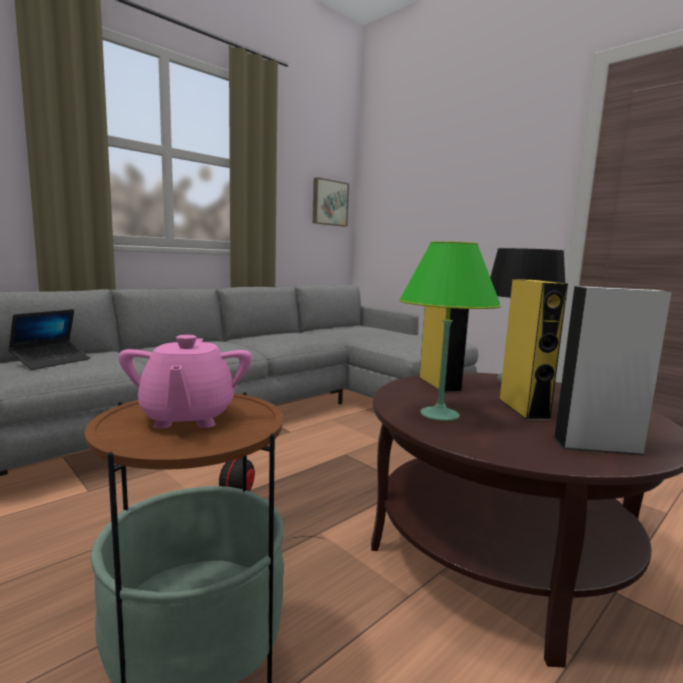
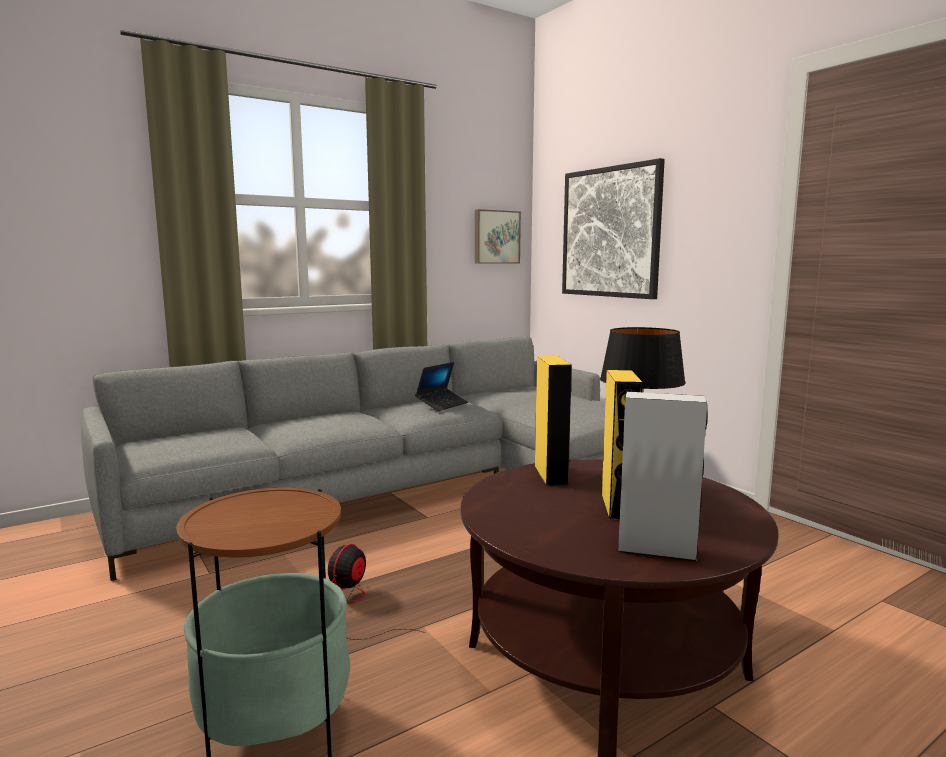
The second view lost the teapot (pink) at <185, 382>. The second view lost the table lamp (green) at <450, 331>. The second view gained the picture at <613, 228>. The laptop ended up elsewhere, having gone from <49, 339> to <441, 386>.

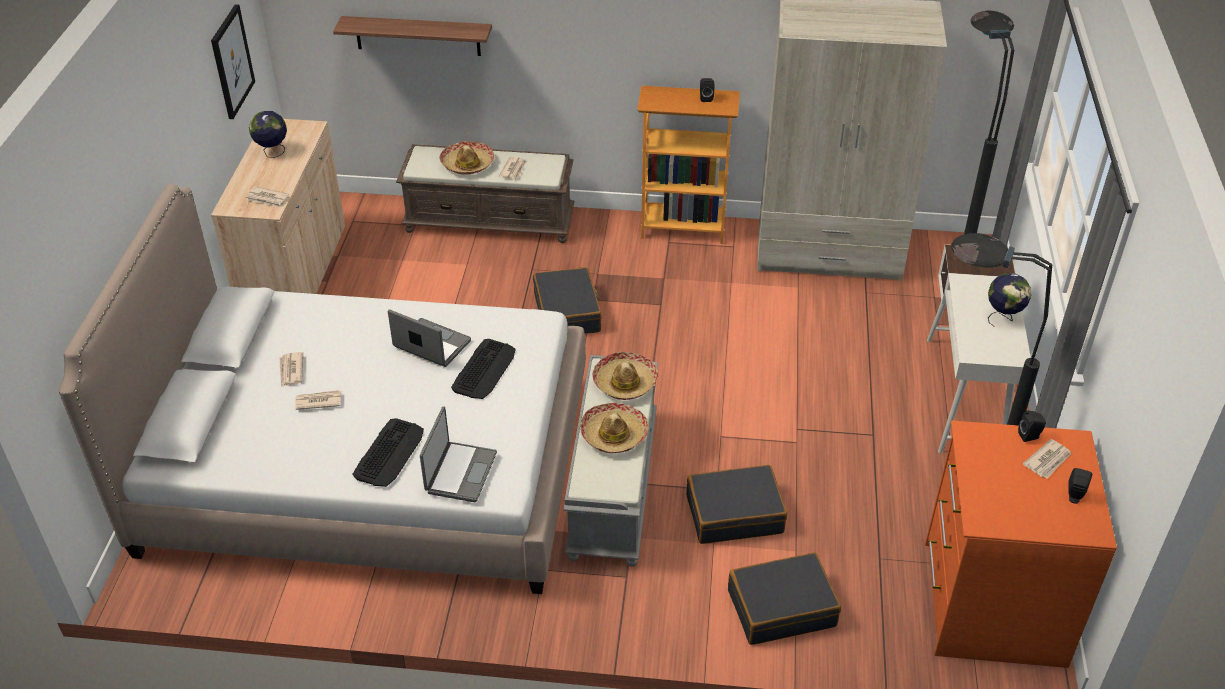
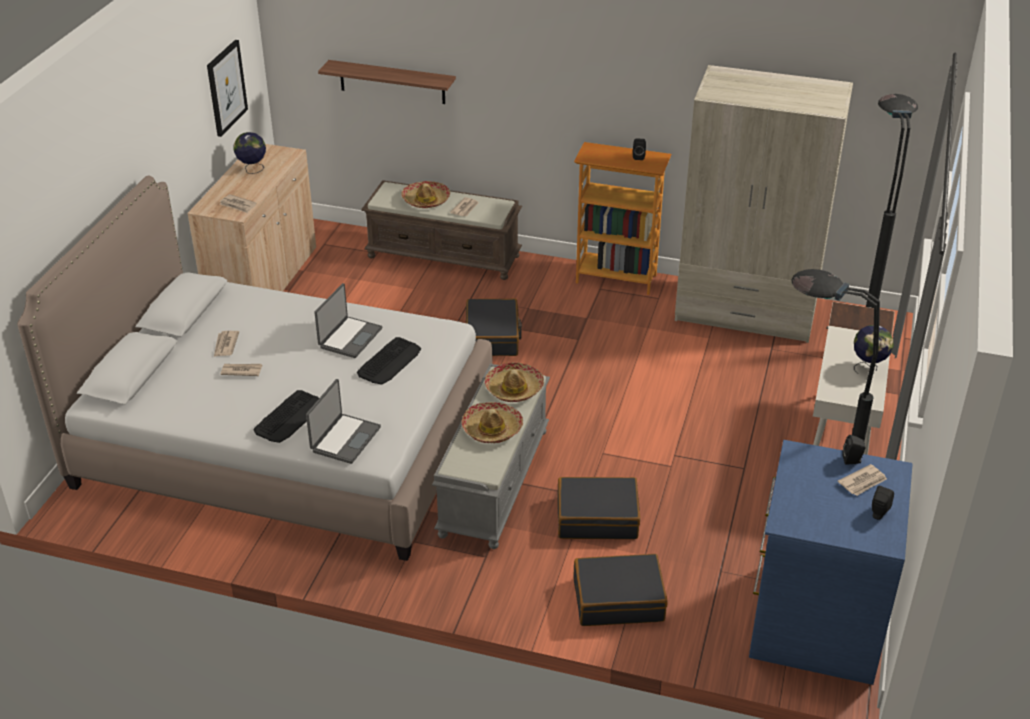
What was the dresser (orange) at <1021, 544> turned into the dresser (blue) at <831, 562>. The laptop at <429, 338> ended up facing another way, 75 degrees clockwise from before.

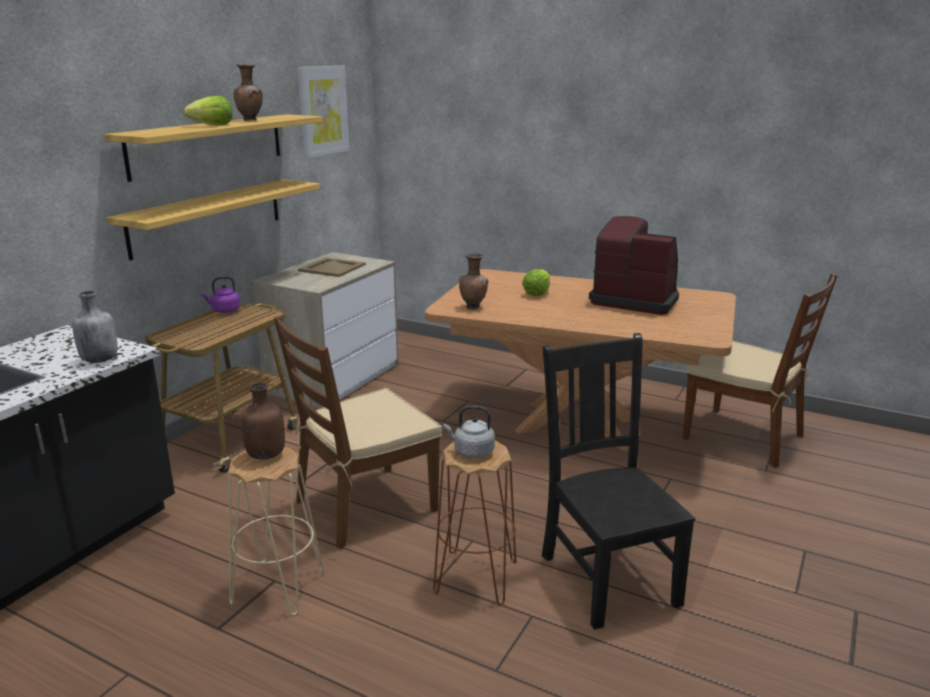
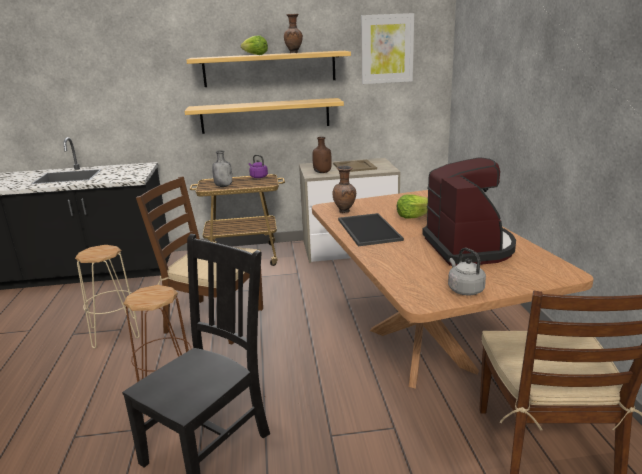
The second view gained the tray at <371, 229>. The bottle (grey) ended up elsewhere, having gone from <95, 327> to <222, 168>. The bottle (brown) ended up elsewhere, having gone from <263, 421> to <322, 155>. The kettle (grey) ended up elsewhere, having gone from <469, 432> to <467, 271>.

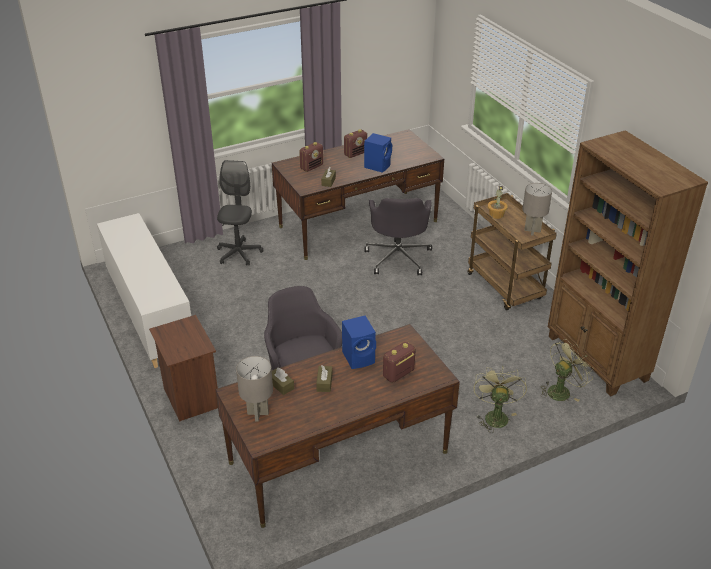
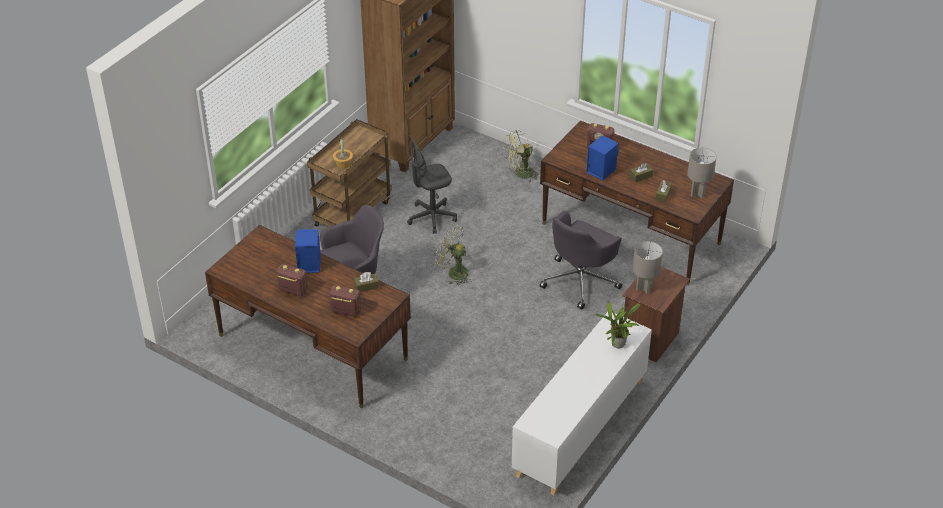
The second view gained the potted plant at <618, 324>. The office chair (grey) ended up elsewhere, having gone from <240, 212> to <432, 184>. The table lamp (grey) ended up elsewhere, having gone from <537, 209> to <648, 267>. The fan (green) ended up elsewhere, having gone from <567, 371> to <453, 254>.

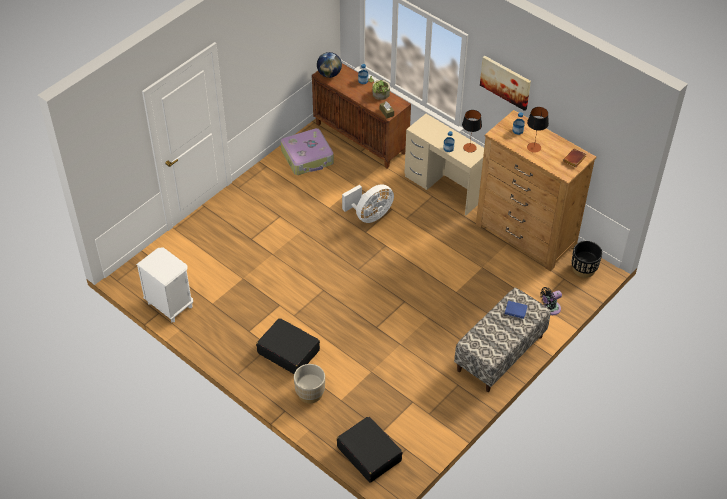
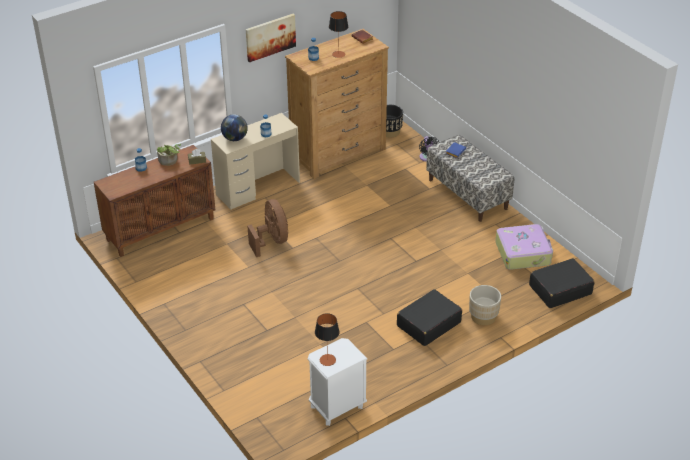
The suitcase ended up elsewhere, having gone from <307, 151> to <524, 247>. The globe ended up elsewhere, having gone from <329, 65> to <234, 127>. The table lamp ended up elsewhere, having gone from <472, 131> to <327, 339>. What was the fan (white) at <368, 203> turned into the fan (brown) at <268, 228>.

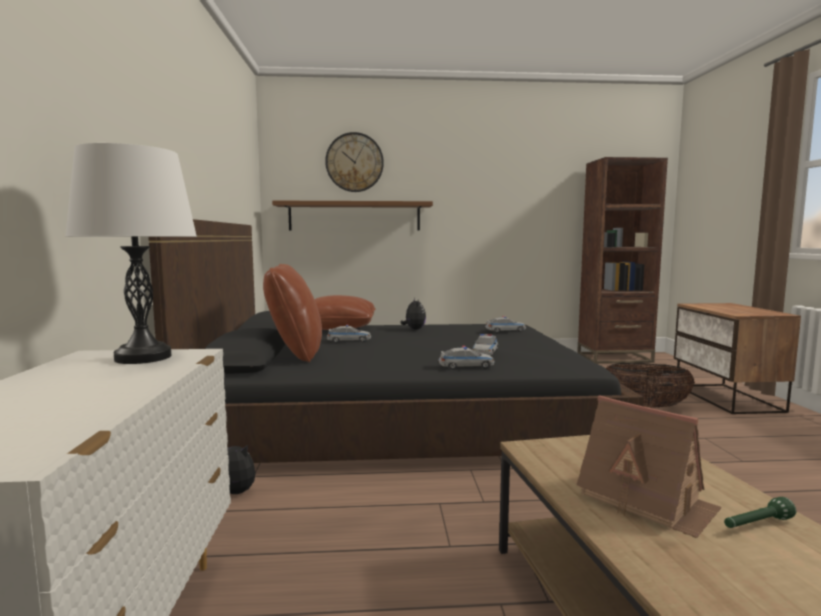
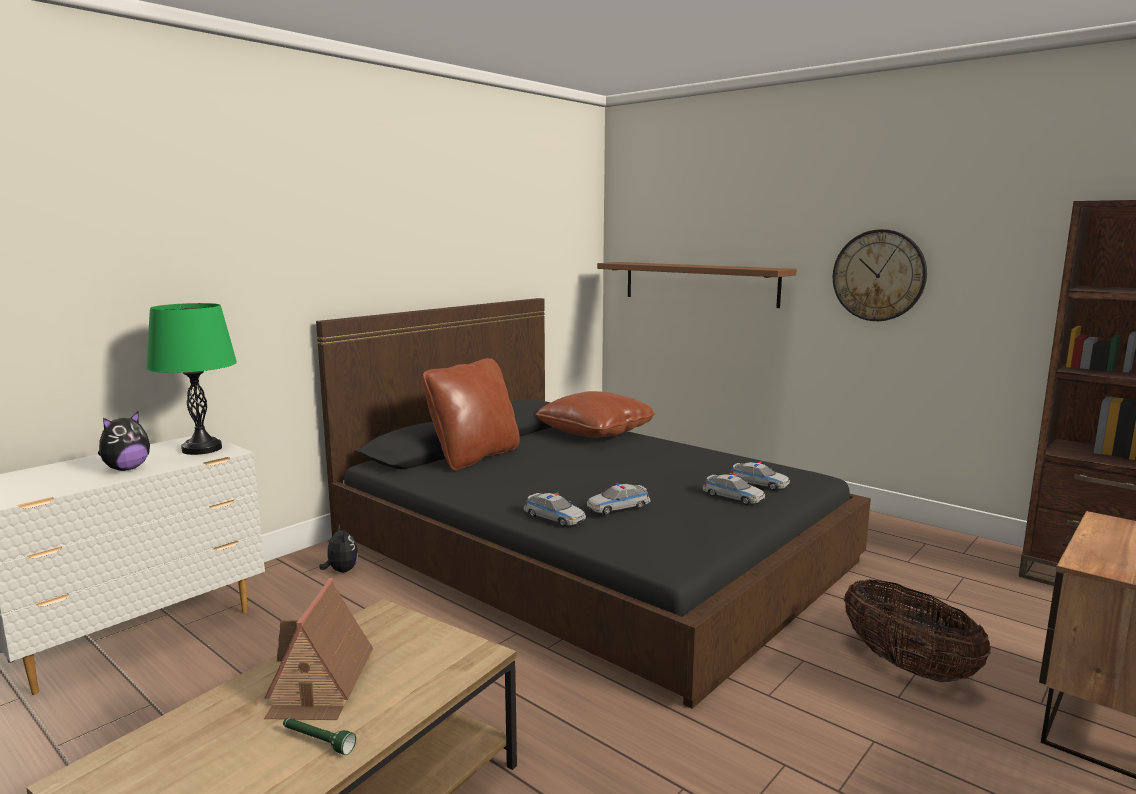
The wall clock ended up elsewhere, having gone from <354, 162> to <880, 275>. The toy car ended up elsewhere, having gone from <349, 333> to <734, 489>. The plush toy ended up elsewhere, having gone from <413, 313> to <124, 441>. What was the table lamp (white) at <131, 253> turned into the table lamp (green) at <191, 379>.

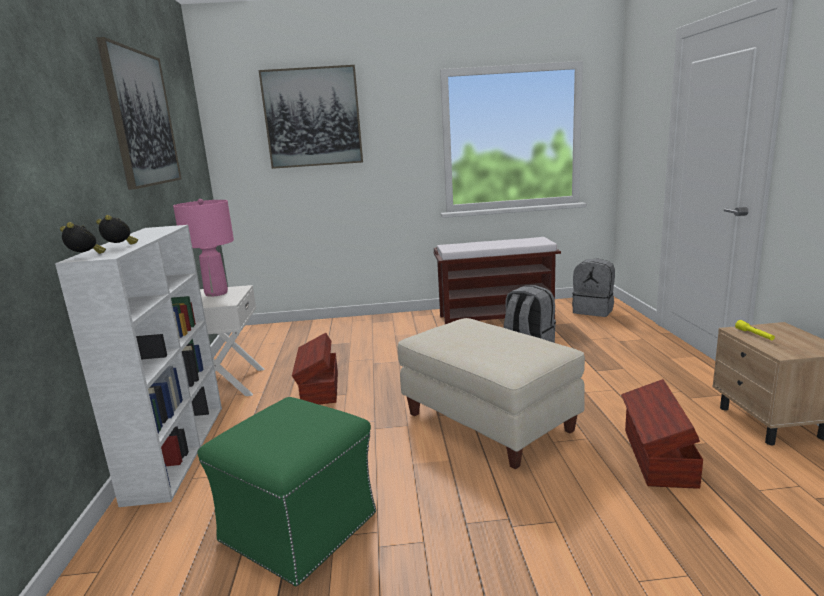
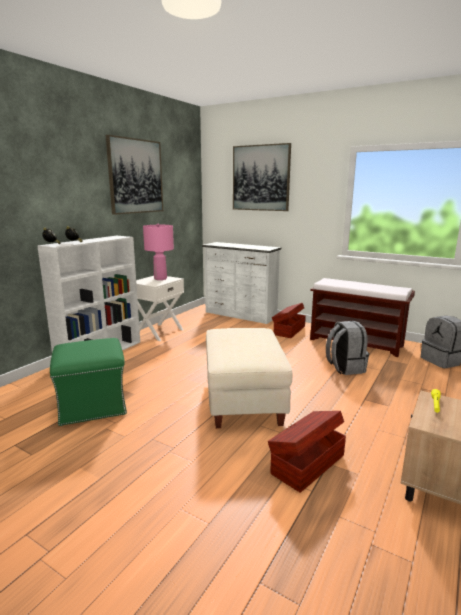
The second view gained the dresser (white) at <241, 283>. The storage box (brown) ended up elsewhere, having gone from <315, 369> to <289, 320>.

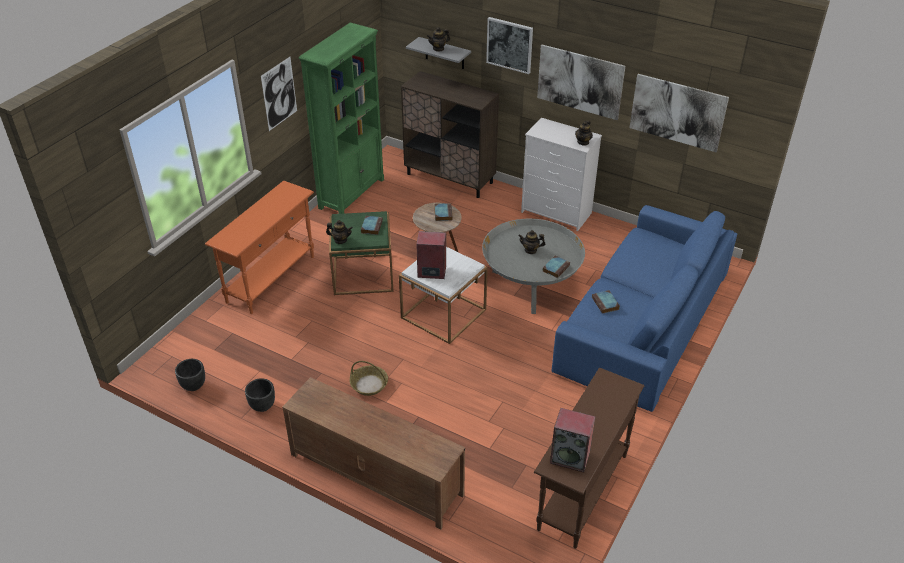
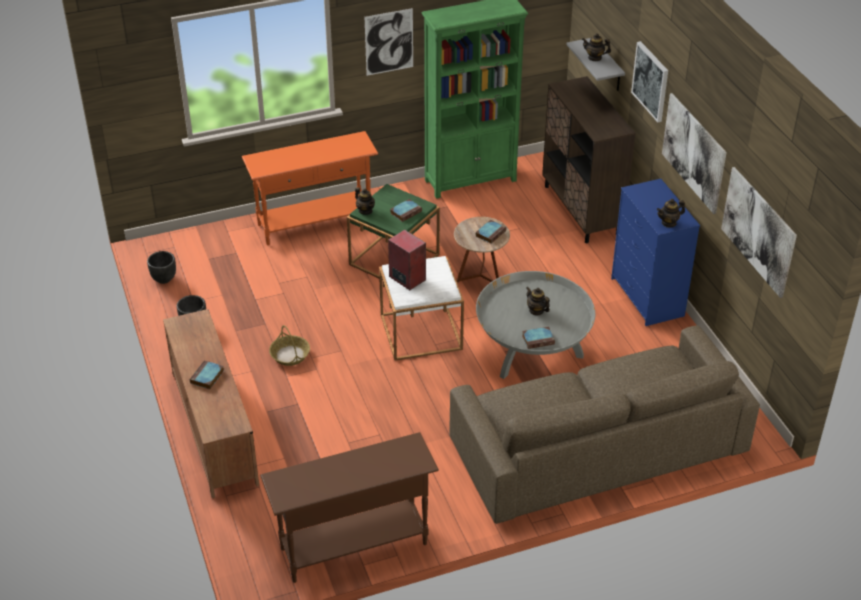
The second view lost the speaker at <572, 440>. The book ended up elsewhere, having gone from <606, 302> to <207, 375>. What was the dresser (white) at <561, 174> turned into the dresser (blue) at <655, 252>. What was the sofa (blue) at <644, 308> turned into the sofa (brown) at <604, 425>.

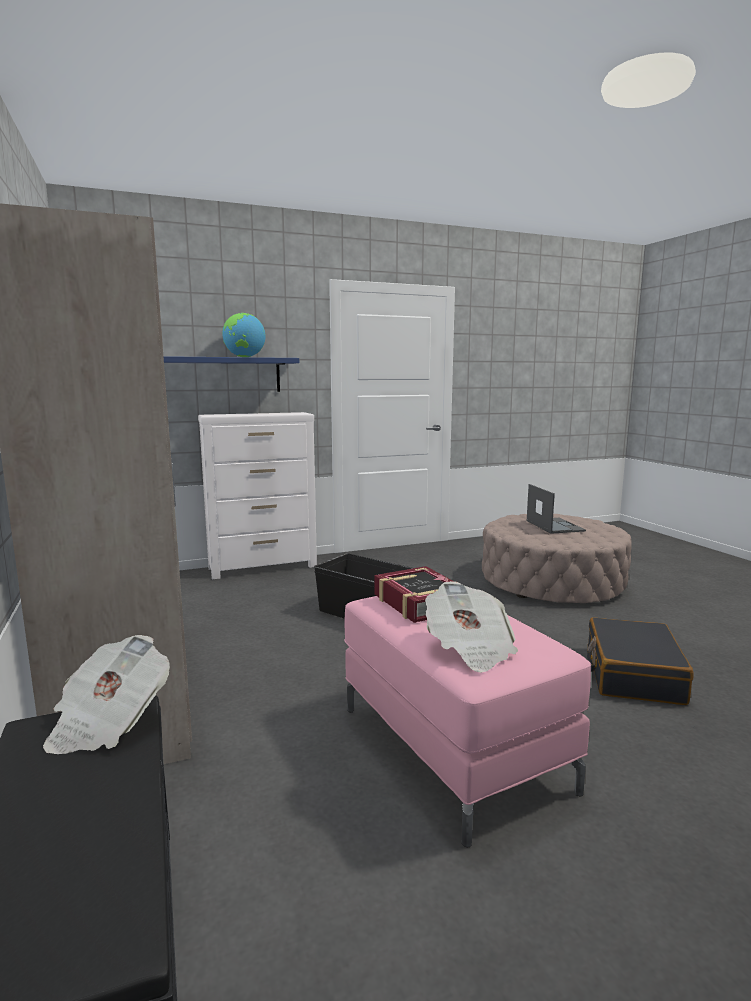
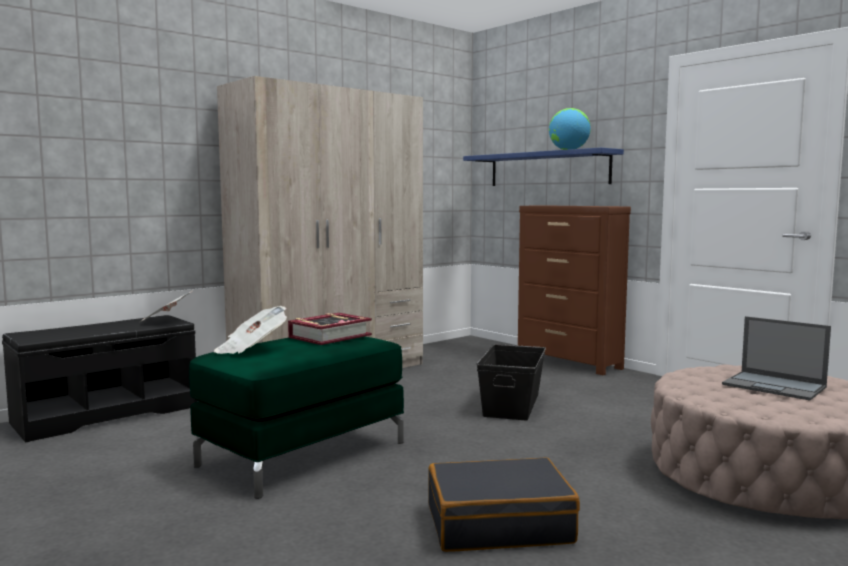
What was the dresser (white) at <257, 495> turned into the dresser (brown) at <574, 290>. What was the ottoman (pink) at <467, 721> turned into the ottoman (green) at <296, 417>. The laptop at <556, 509> ended up facing another way, 75 degrees clockwise from before.

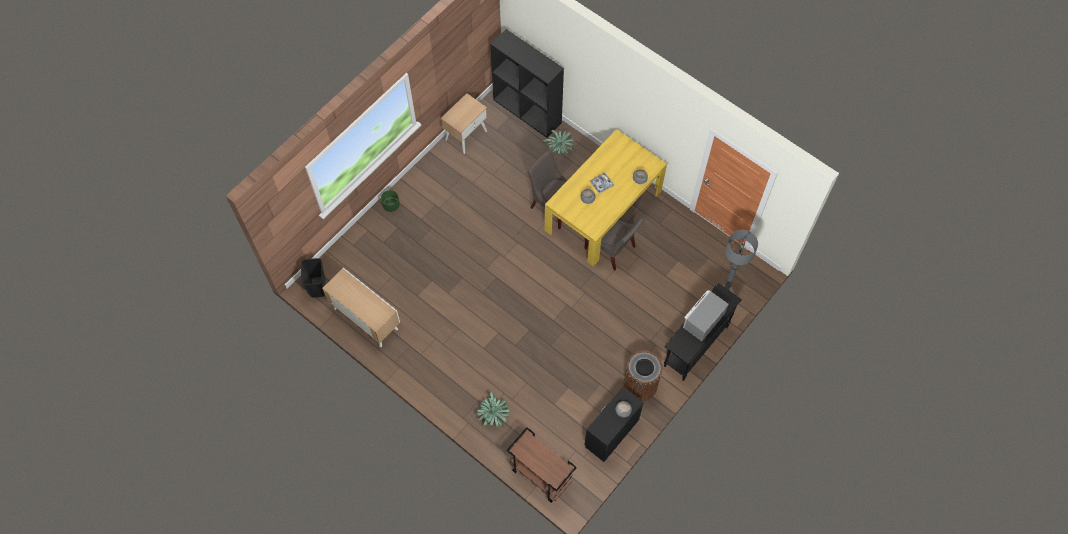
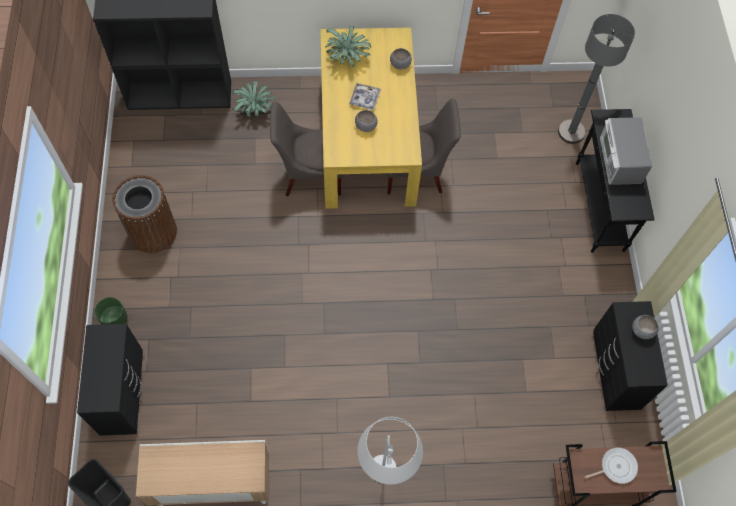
The second view lost the nightstand (beige) at <464, 123>. The second view gained the dresser (black) at <110, 379>. The second view gained the floor lamp (white) at <390, 451>. The second view gained the frying pan at <611, 465>. The potted plant ended up elsewhere, having gone from <493, 408> to <348, 47>. The trash can (brown) ended up elsewhere, having gone from <643, 375> to <144, 214>.

